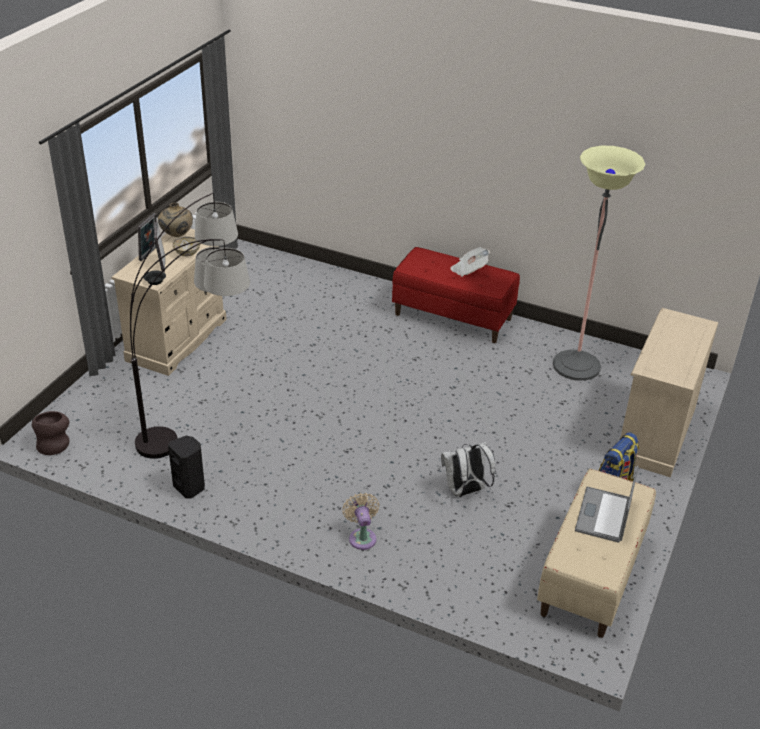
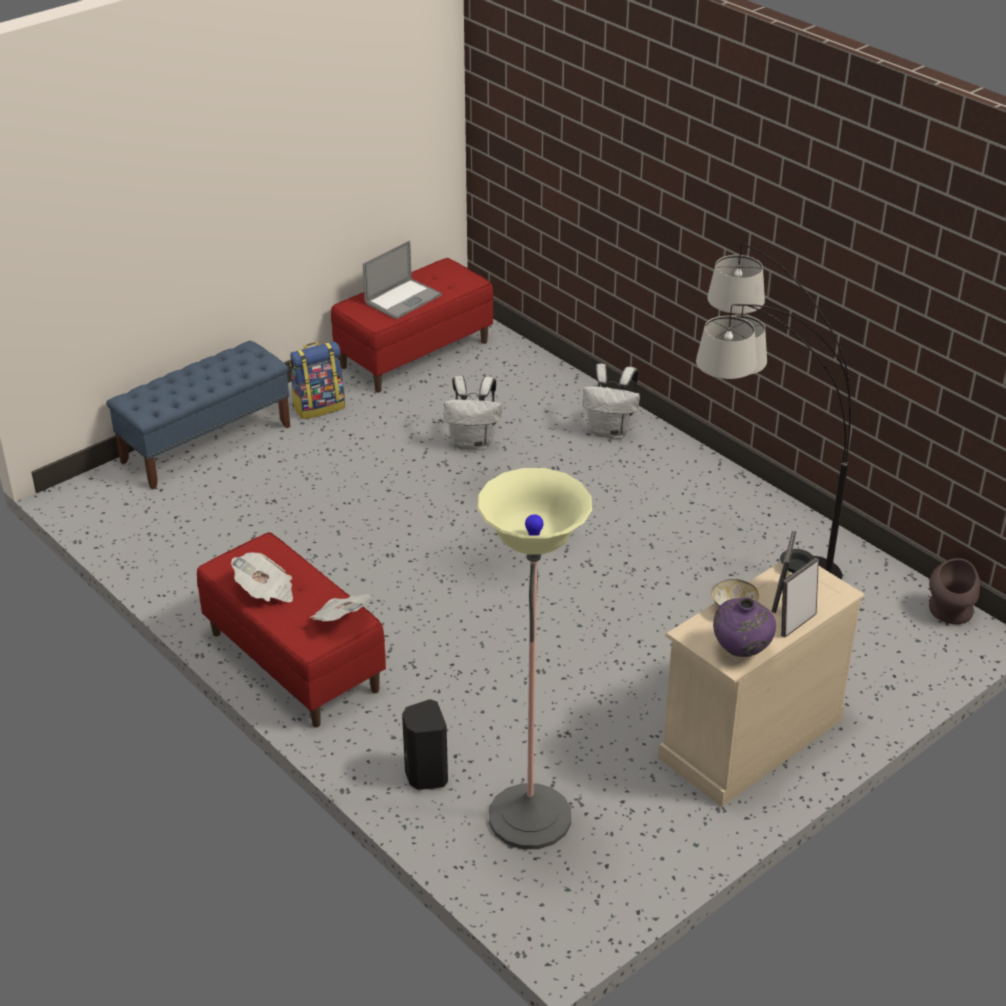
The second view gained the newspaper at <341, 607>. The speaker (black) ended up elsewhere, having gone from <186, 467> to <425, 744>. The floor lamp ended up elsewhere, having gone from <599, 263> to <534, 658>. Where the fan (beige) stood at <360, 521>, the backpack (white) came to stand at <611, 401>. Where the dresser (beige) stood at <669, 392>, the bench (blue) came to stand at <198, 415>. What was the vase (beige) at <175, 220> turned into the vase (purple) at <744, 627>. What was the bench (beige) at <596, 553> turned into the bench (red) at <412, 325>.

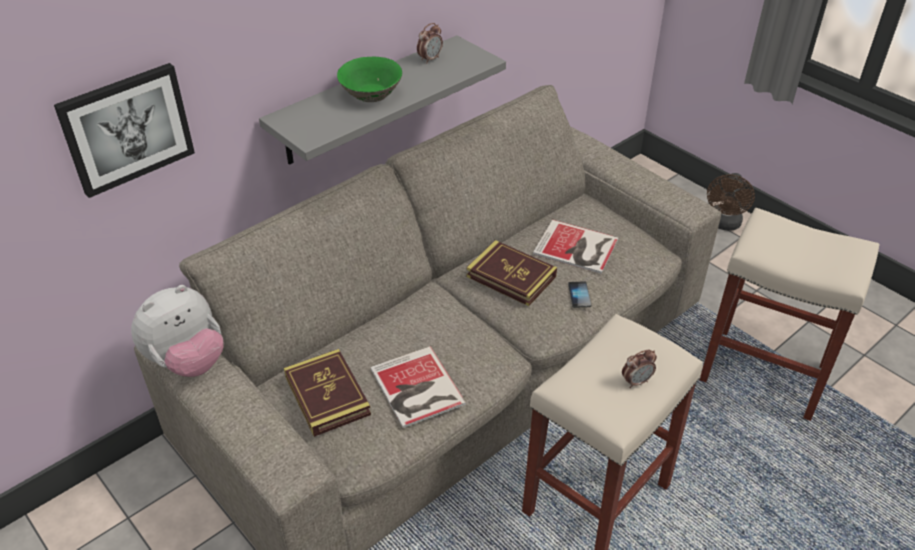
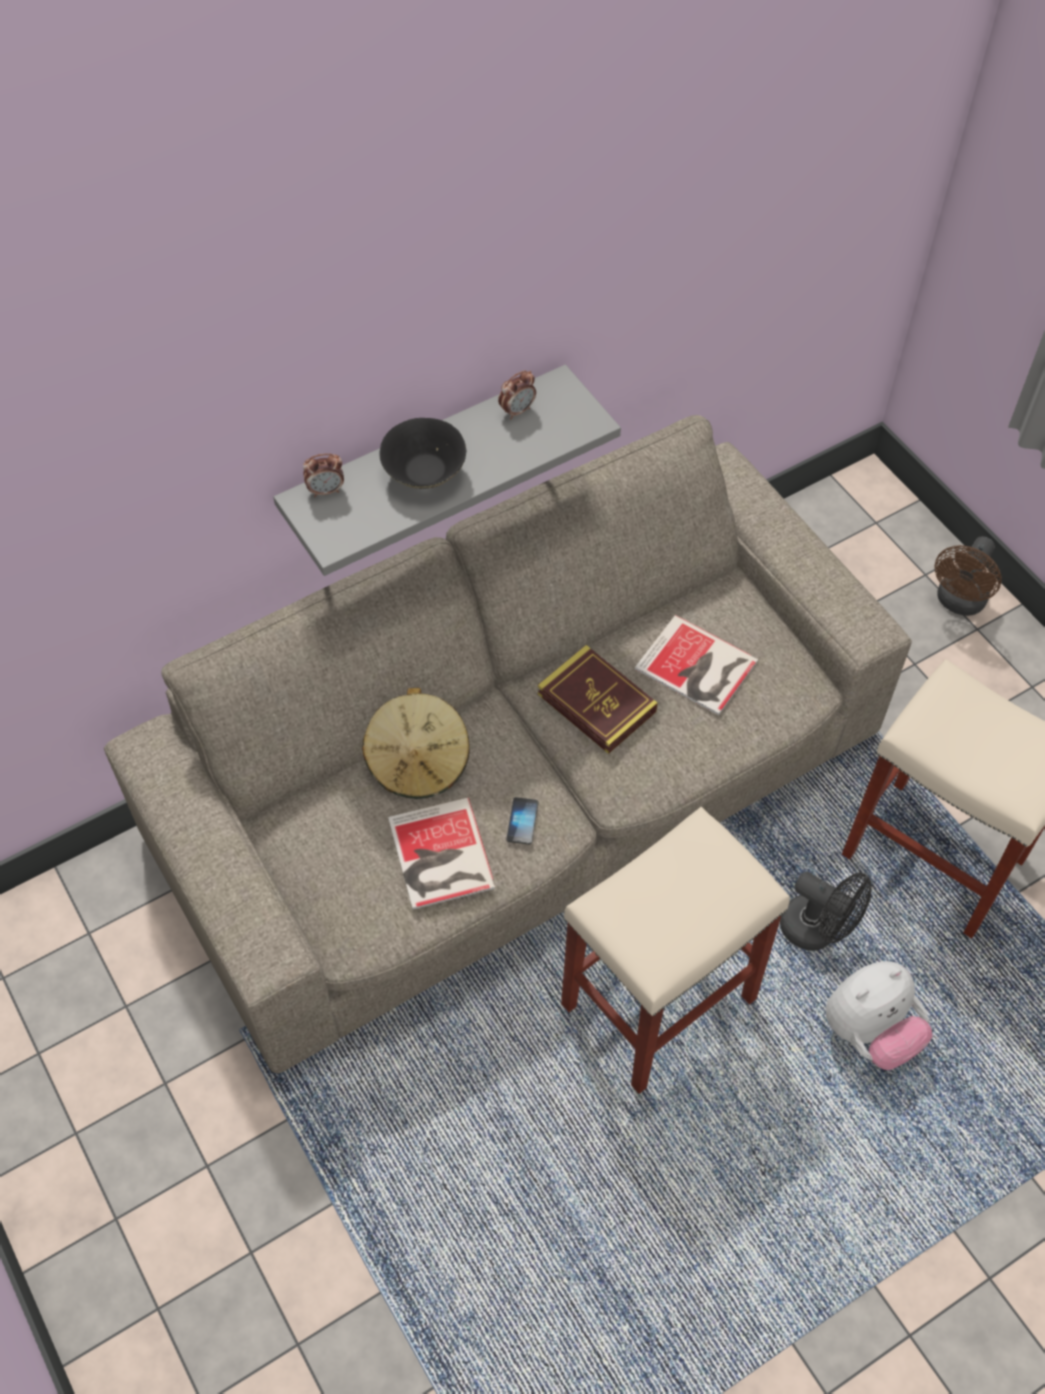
The second view lost the picture at <124, 130>. The second view lost the book at <327, 393>. The second view gained the hat (beige) at <416, 743>. The second view gained the fan (black) at <826, 911>. The plush toy ended up elsewhere, having gone from <177, 331> to <879, 1015>. The phone ended up elsewhere, having gone from <579, 295> to <522, 821>. The alarm clock ended up elsewhere, having gone from <639, 368> to <323, 475>. What was the bowl (green) at <369, 79> turned into the bowl (black) at <422, 453>.

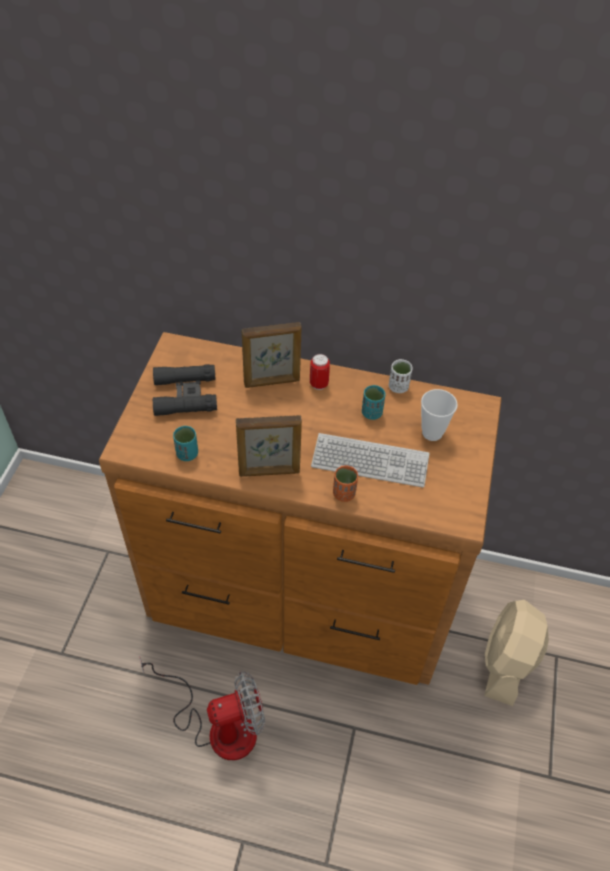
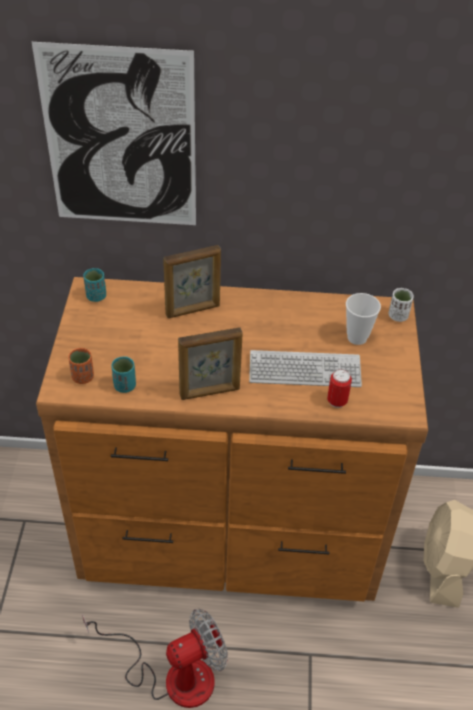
The second view lost the binoculars (black) at <185, 390>. The second view gained the picture at <114, 133>. The can ended up elsewhere, having gone from <320, 372> to <339, 388>. The cup (orange) ended up elsewhere, having gone from <345, 484> to <81, 366>. The cup (turquoise) ended up elsewhere, having gone from <374, 402> to <94, 285>. The cup (white) ended up elsewhere, having gone from <401, 376> to <401, 305>.

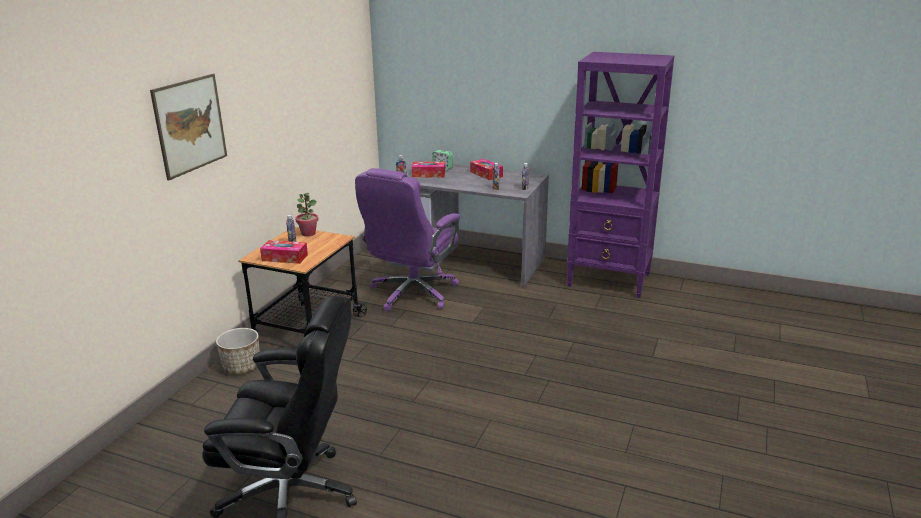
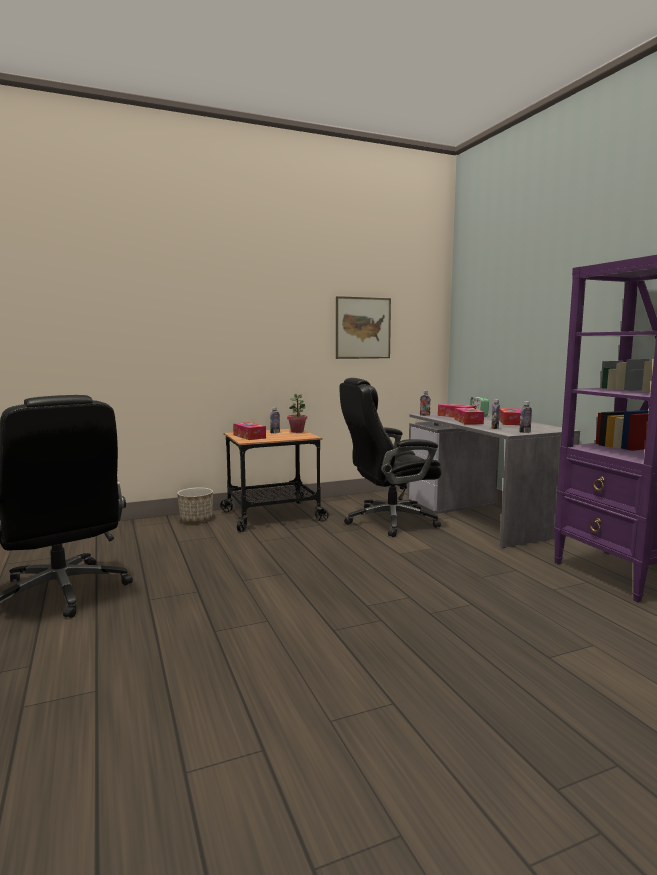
The second view gained the tissue box at <469, 416>. The picture ended up elsewhere, having gone from <188, 127> to <363, 327>. What was the office chair (purple) at <408, 239> turned into the office chair (black) at <390, 457>.

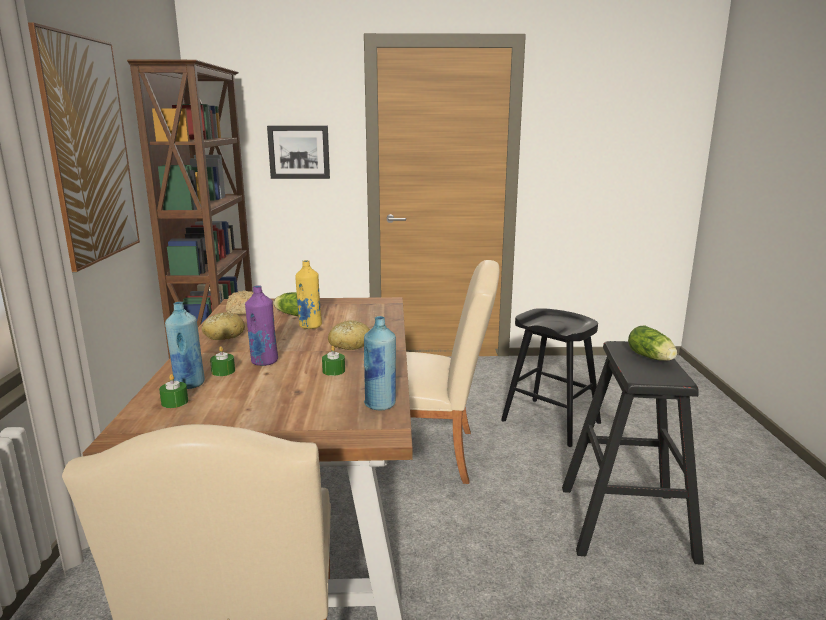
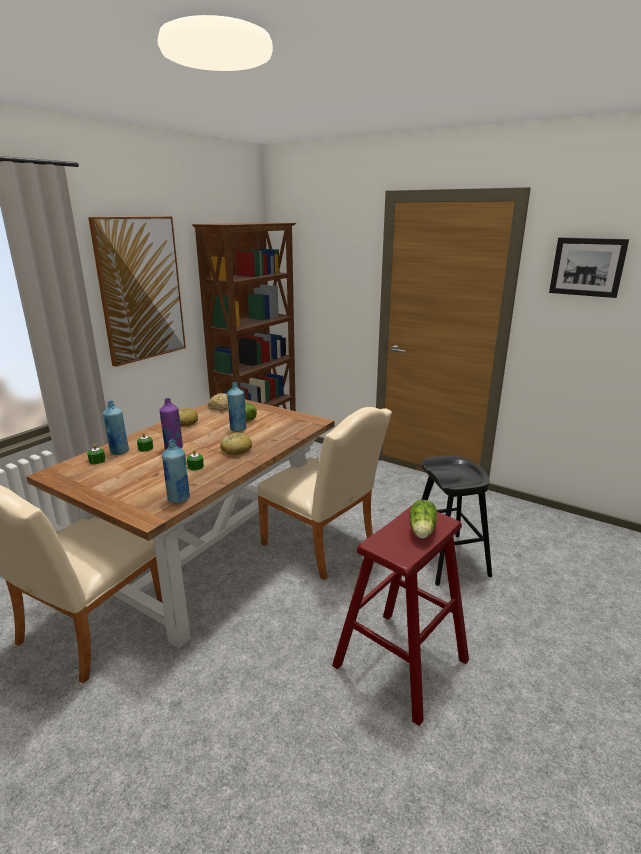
The picture ended up elsewhere, having gone from <298, 152> to <589, 267>. What was the bottle (yellow) at <308, 294> turned into the bottle (blue) at <237, 407>. What was the stool (black) at <633, 453> turned into the stool (red) at <400, 616>.

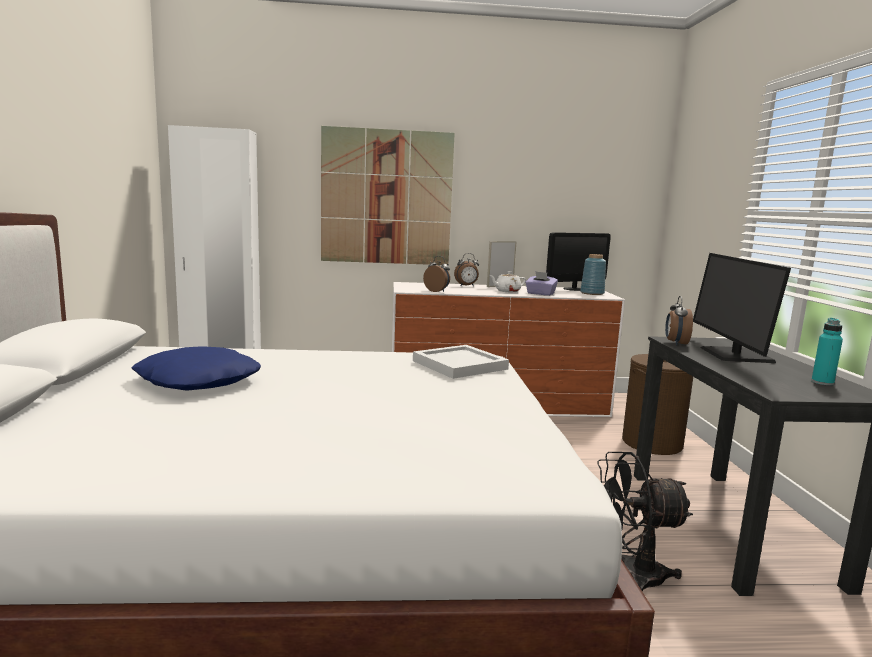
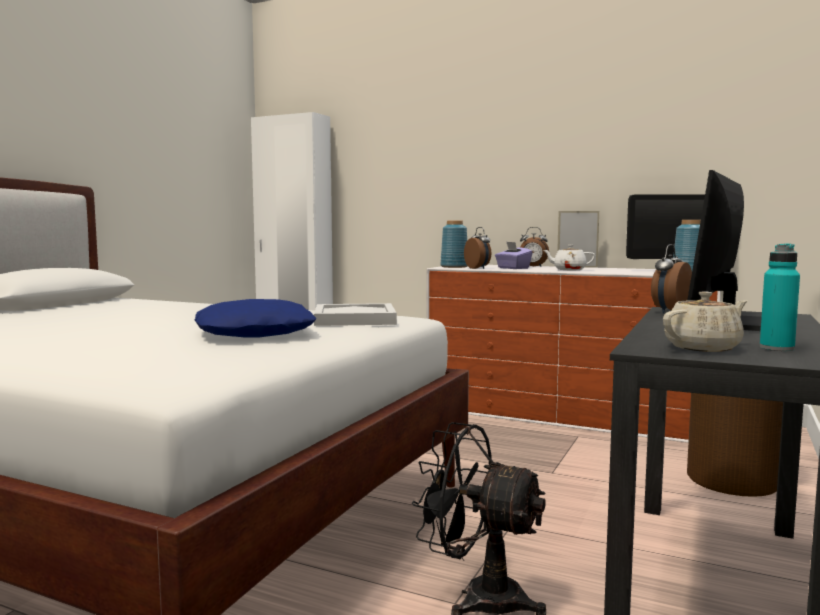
The second view lost the picture at <388, 195>. The second view gained the vase (blue) at <453, 244>. The second view gained the teapot (beige) at <705, 321>. The pillow (blue) ended up elsewhere, having gone from <196, 368> to <256, 318>. The tissue box (purple) ended up elsewhere, having gone from <541, 283> to <514, 255>.

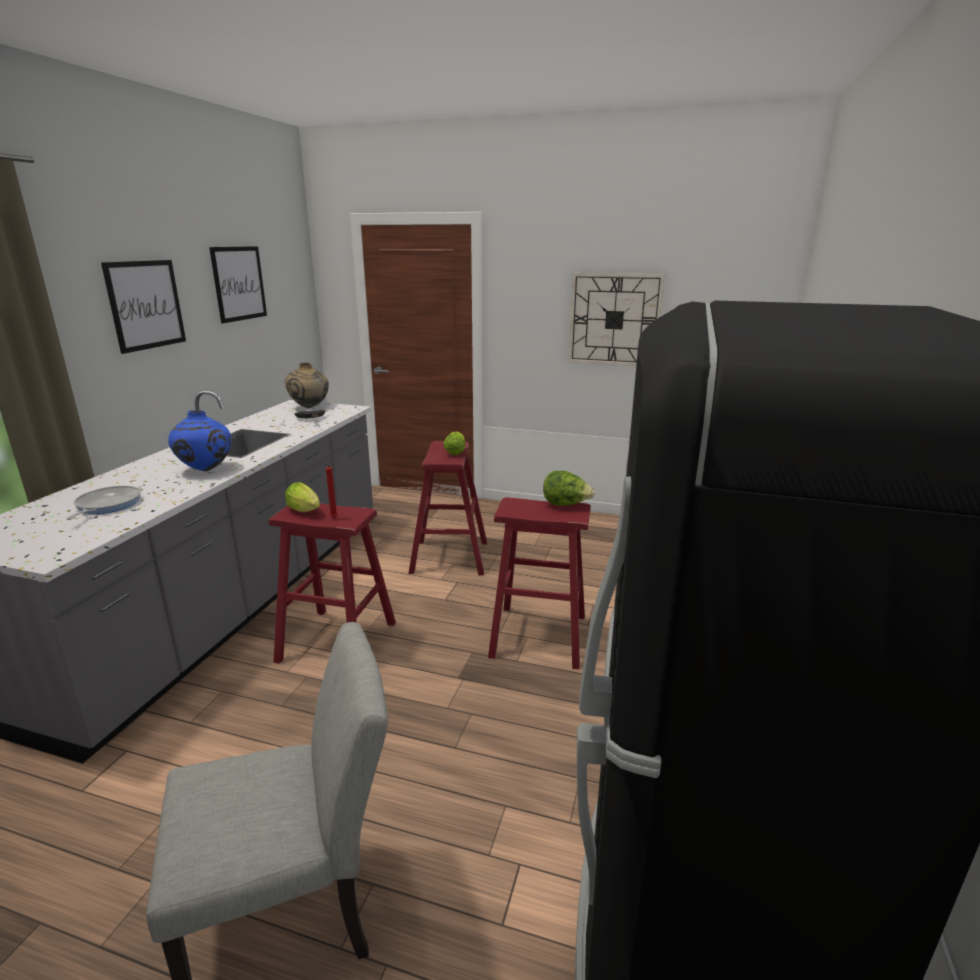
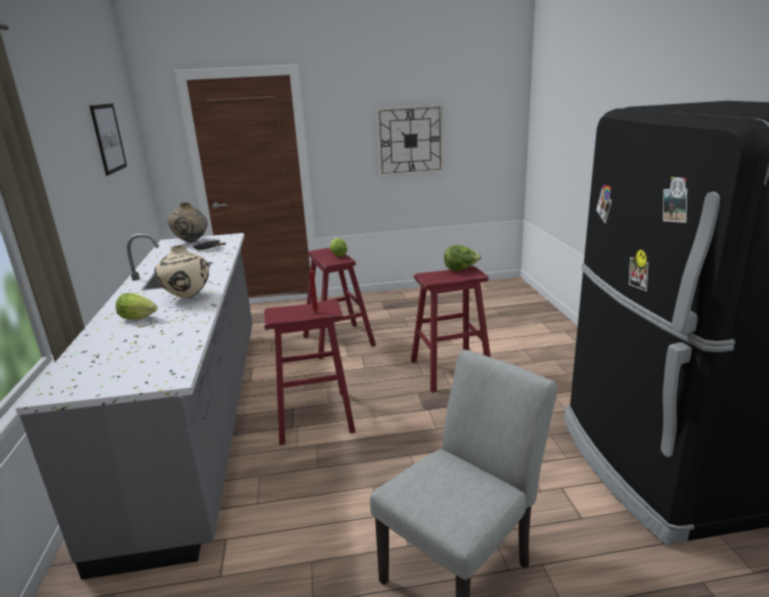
The second view lost the frying pan at <103, 503>. The second view lost the picture at <143, 307>. The lettuce ended up elsewhere, having gone from <302, 497> to <137, 306>. What was the vase (blue) at <200, 440> turned into the vase (beige) at <181, 272>.

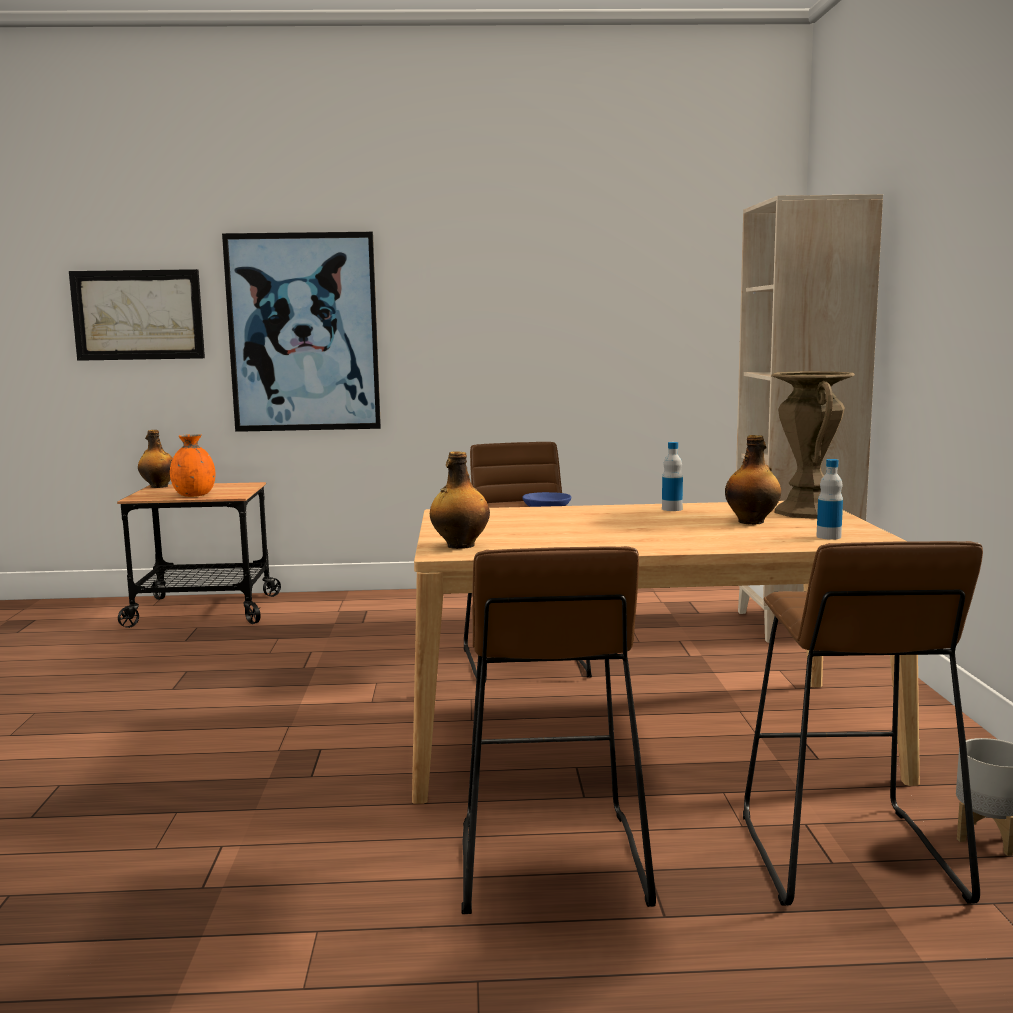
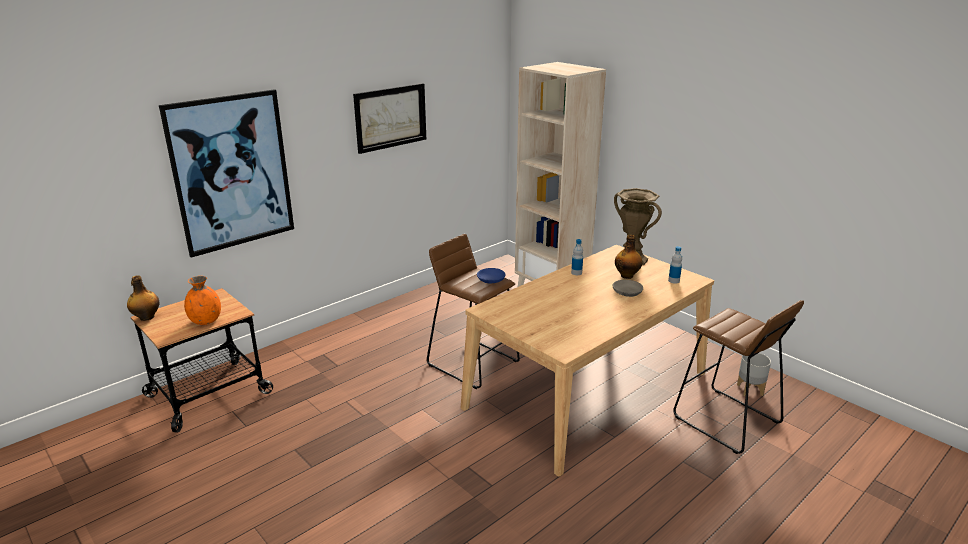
The second view lost the bottle at <460, 500>. The second view lost the stool (brown) at <558, 730>. The second view gained the bowl (grey) at <628, 288>. The picture ended up elsewhere, having gone from <137, 315> to <389, 118>.

